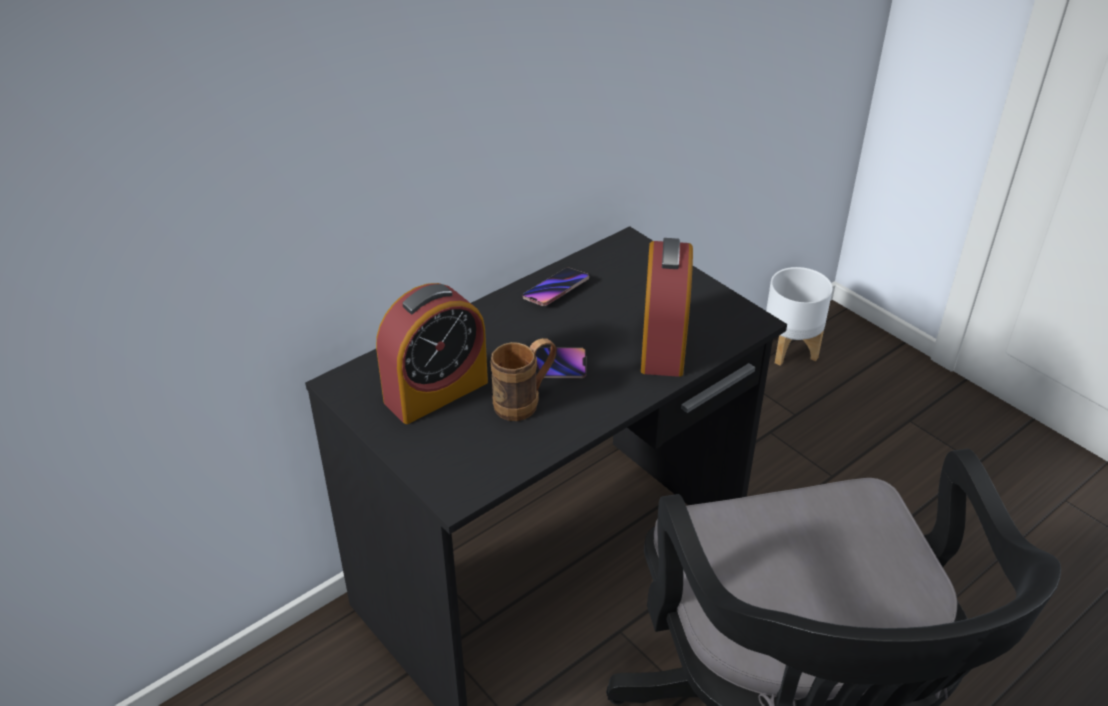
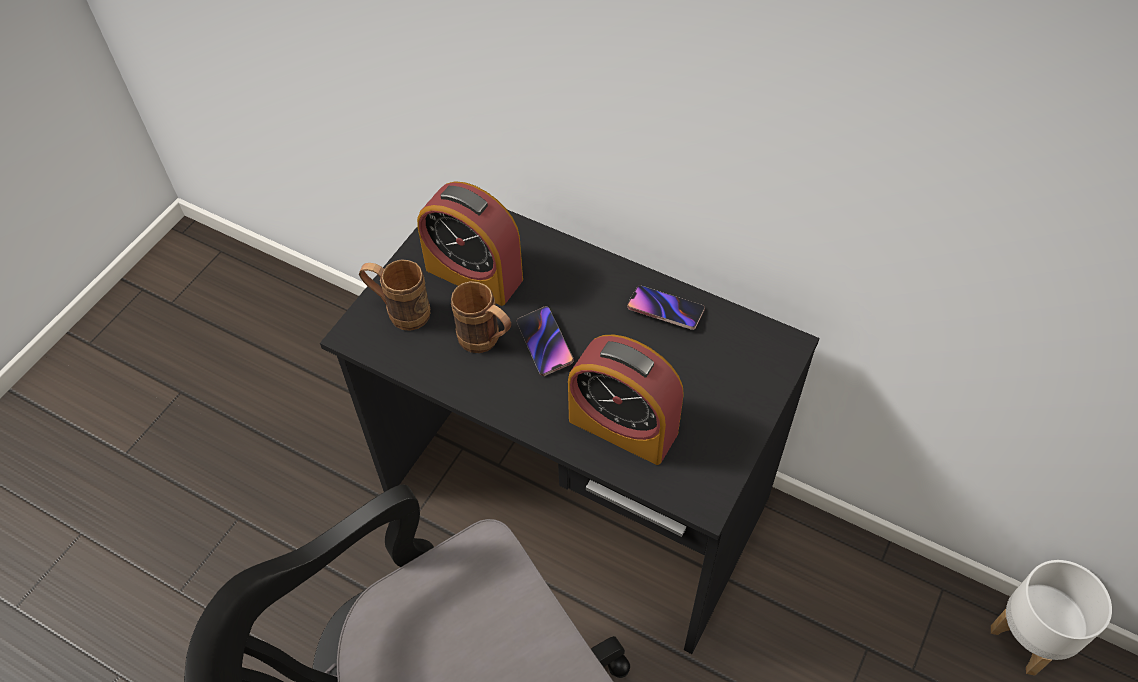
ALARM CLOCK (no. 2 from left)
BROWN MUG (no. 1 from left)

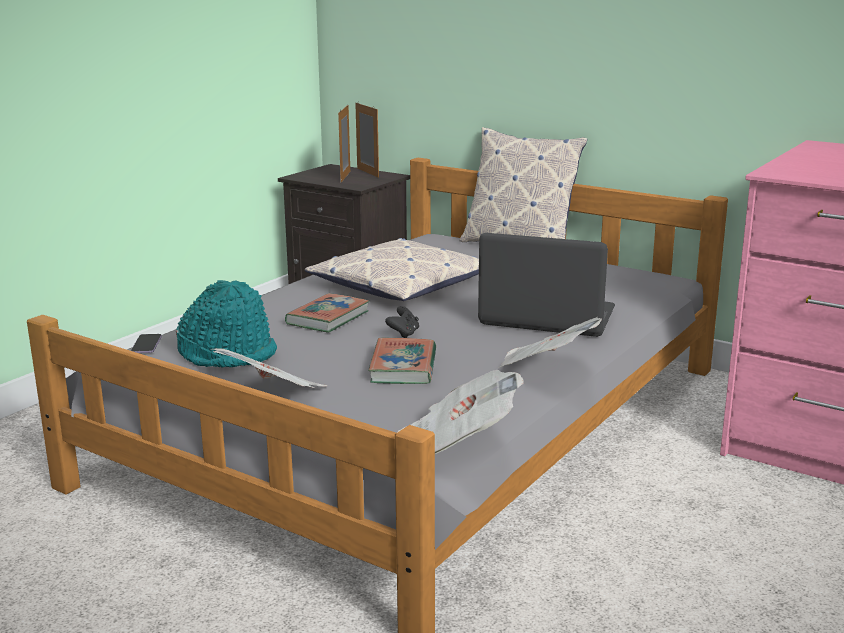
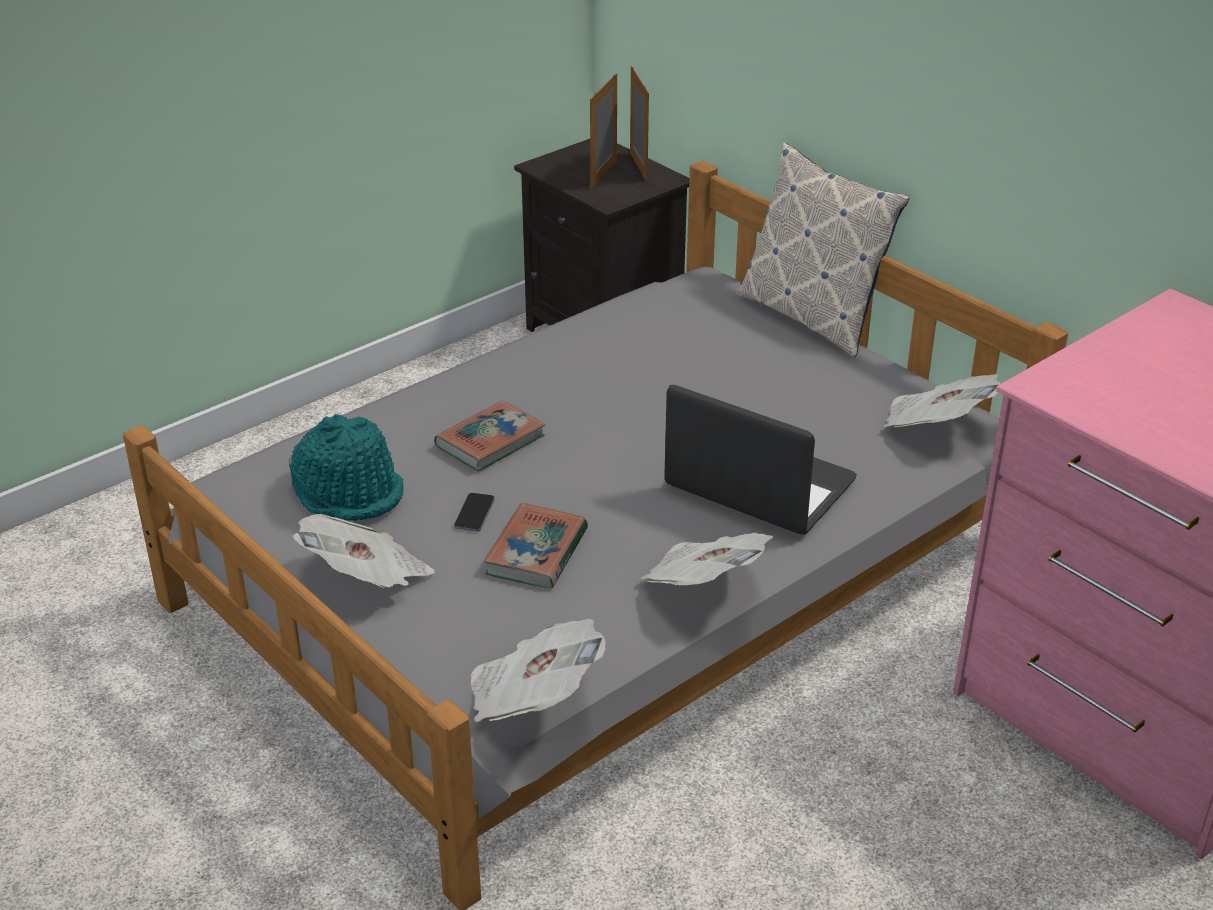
PILLOW (no. 1 from left in the first image)
BLACK GAME CONTROLLER
PHONE
NEWSPAPER (no. 4 from left)

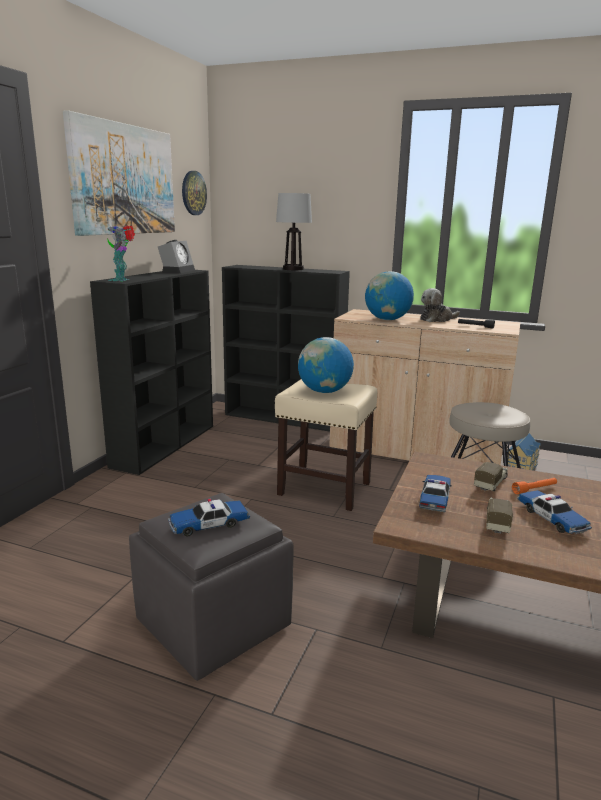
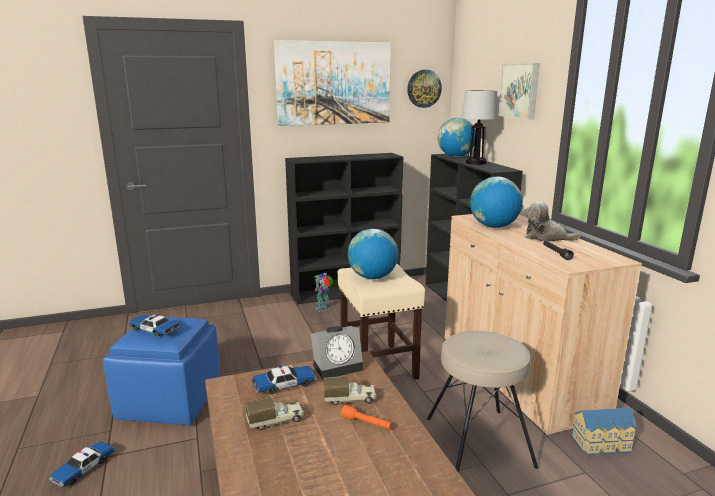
TOY ROBOT
ALARM CLOCK
TOY CAR (no. 1 from left)
BLUE OTTOMAN
PICTURE (no. 2 from left)
GLOBE (no. 2 from left)

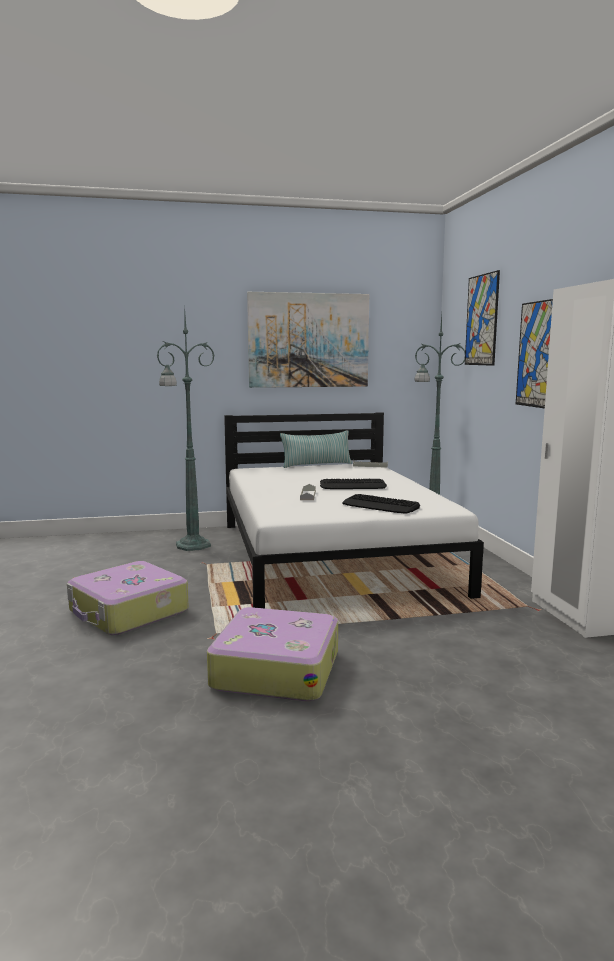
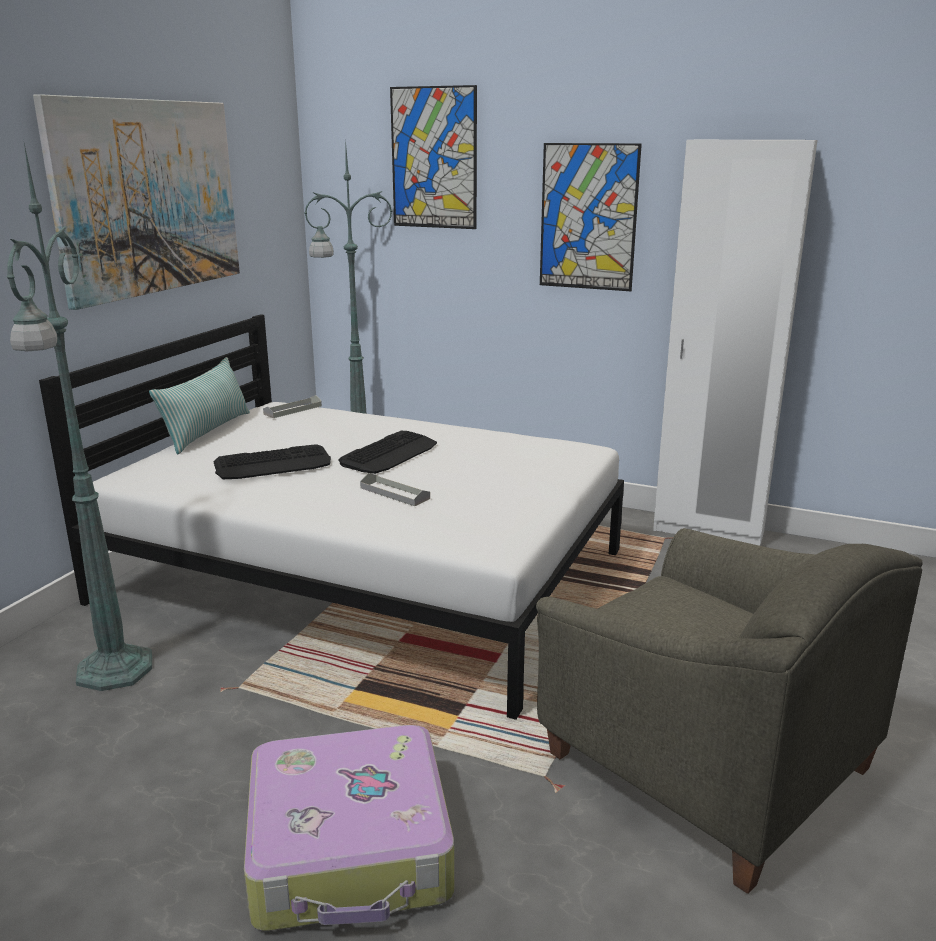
KEYBOARD (no. 1 from left)
GREY ARMCHAIR

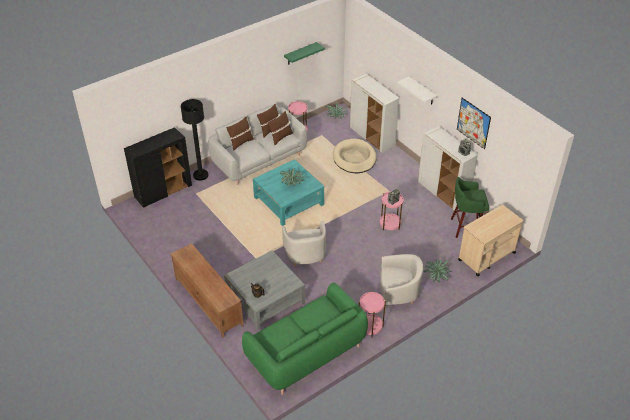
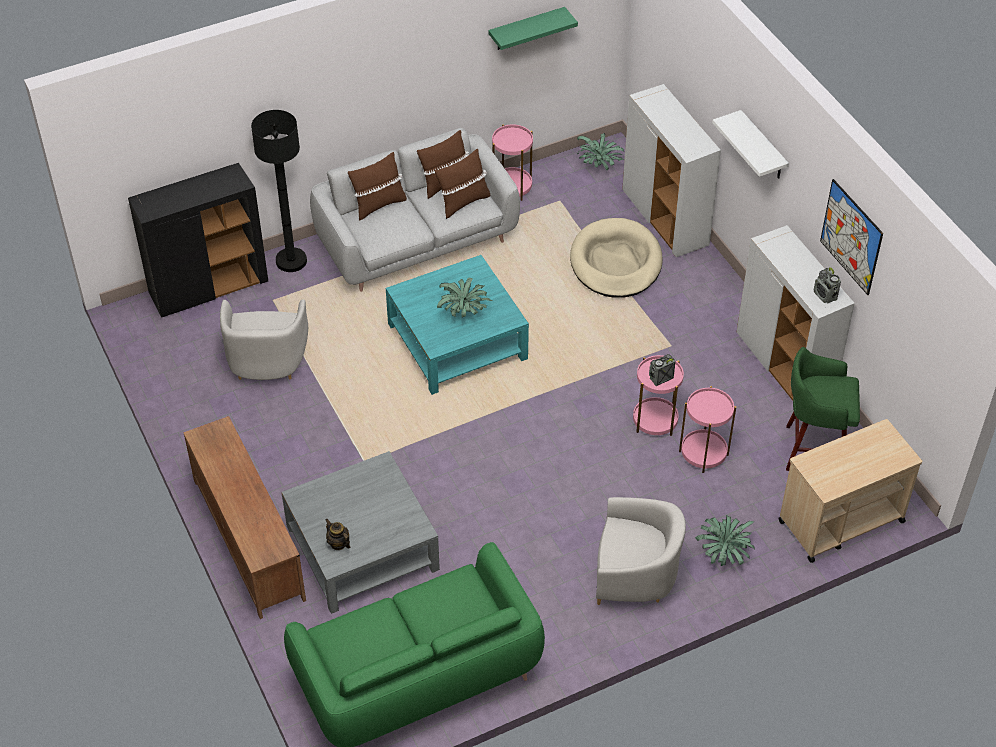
WHITE ARMCHAIR (no. 1 from left)
PINK SIDE TABLE (no. 3 from left)

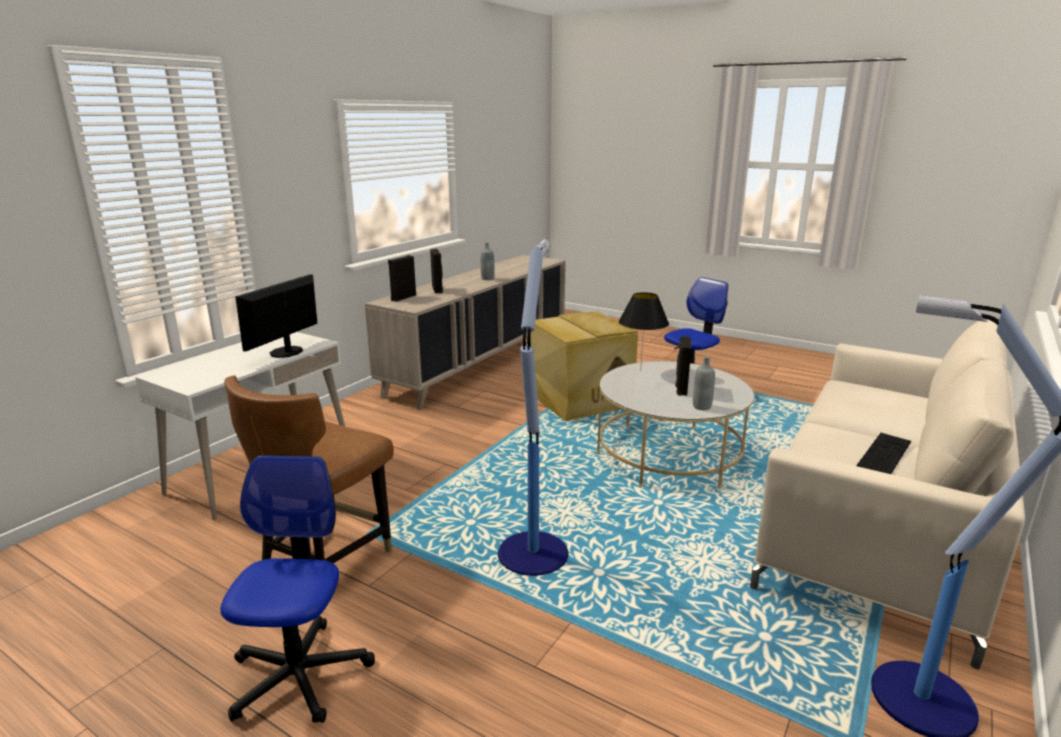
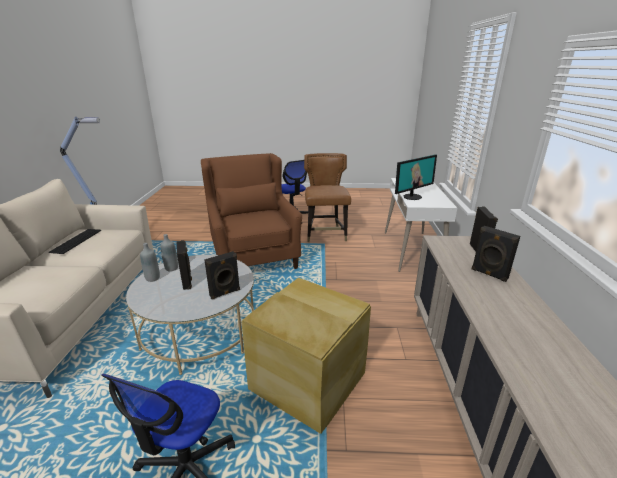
BROWN ARMCHAIR
GREY BOTTLE (no. 1 from left)
MONITOR
BLACK SPEAKER (no. 2 from left)

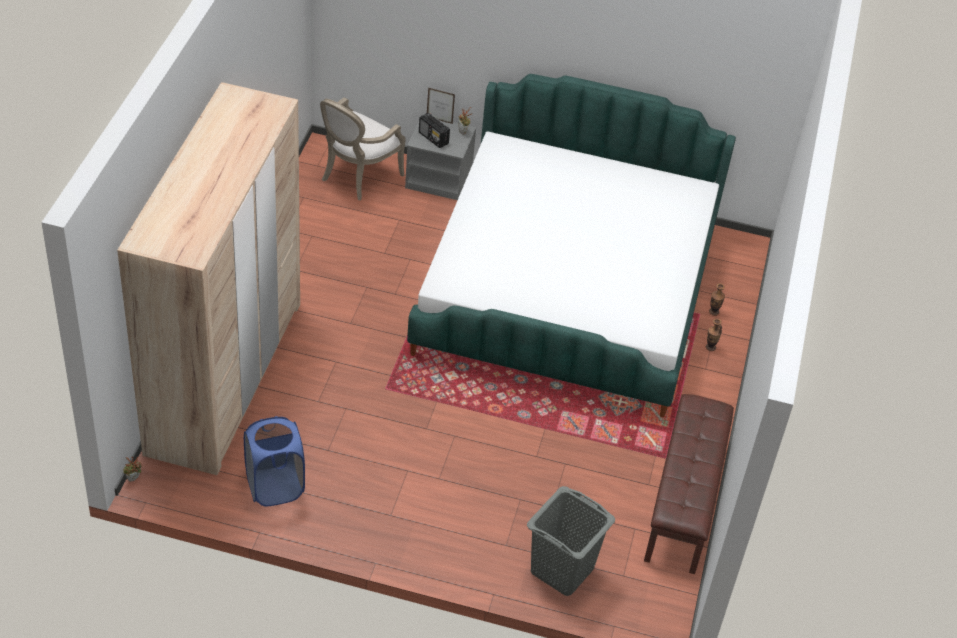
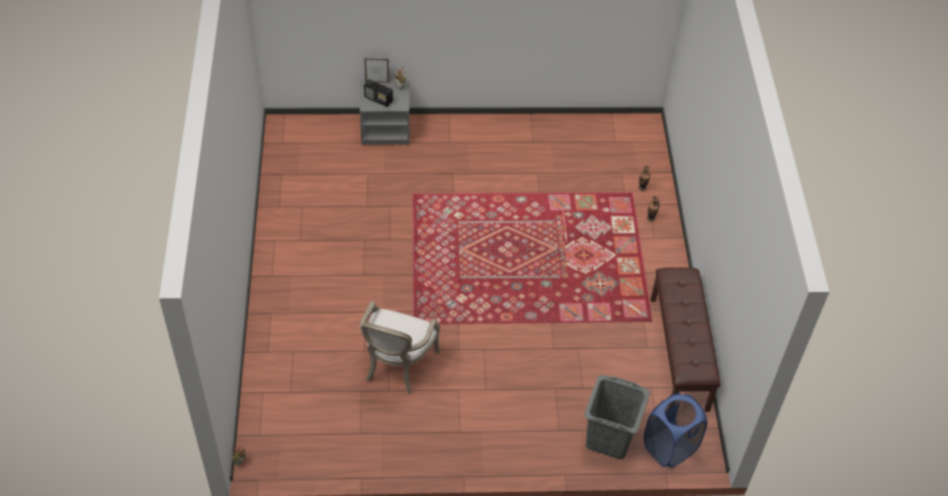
BED
BEIGE WARDROBE
ARMCHAIR
BLUE LAUNDRY BASKET

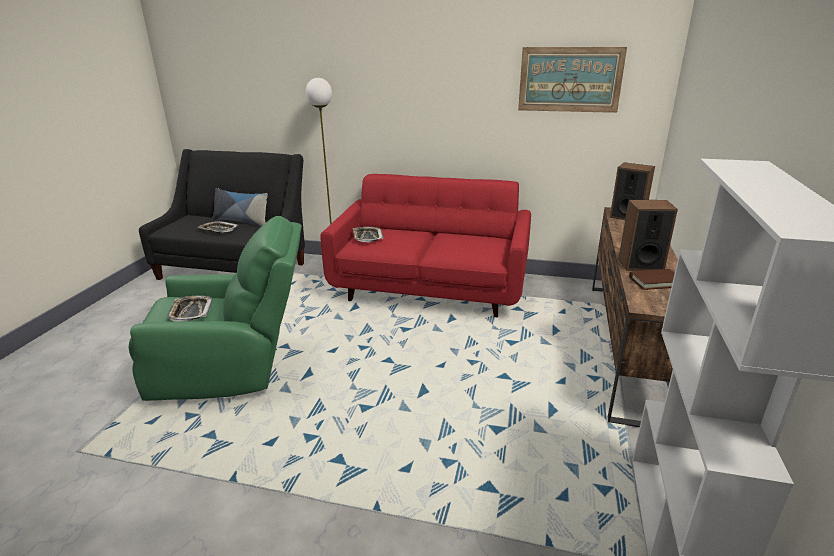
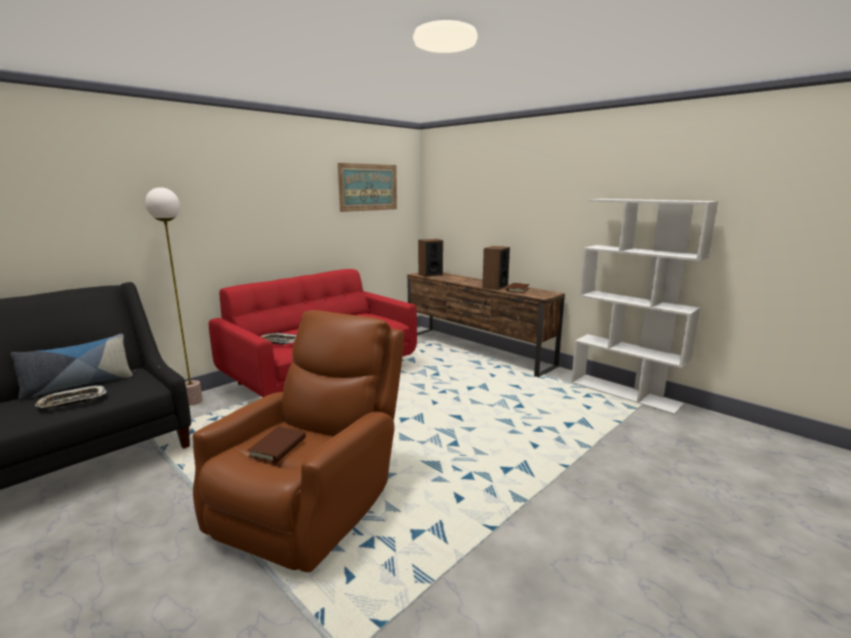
BROWN ARMCHAIR
BROWN BOOK (no. 1 from left)

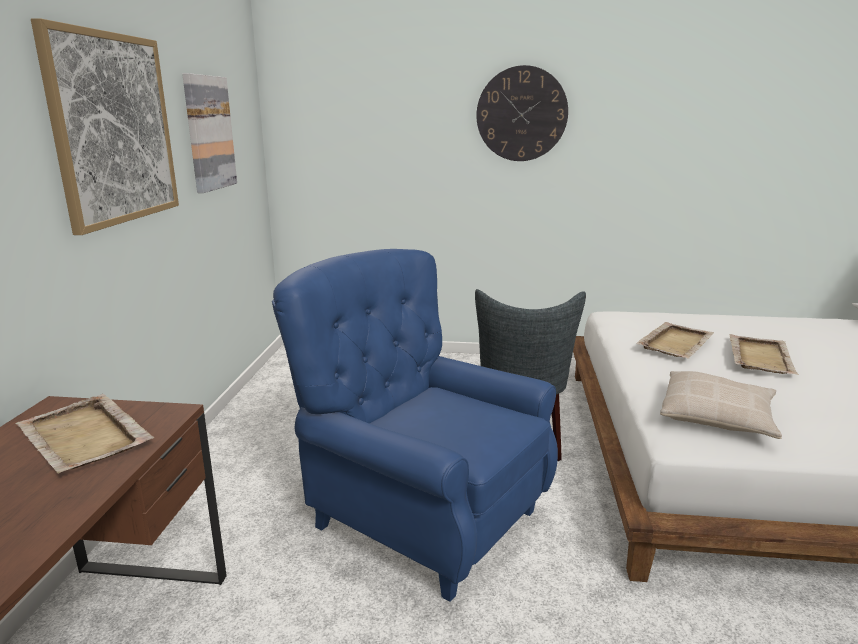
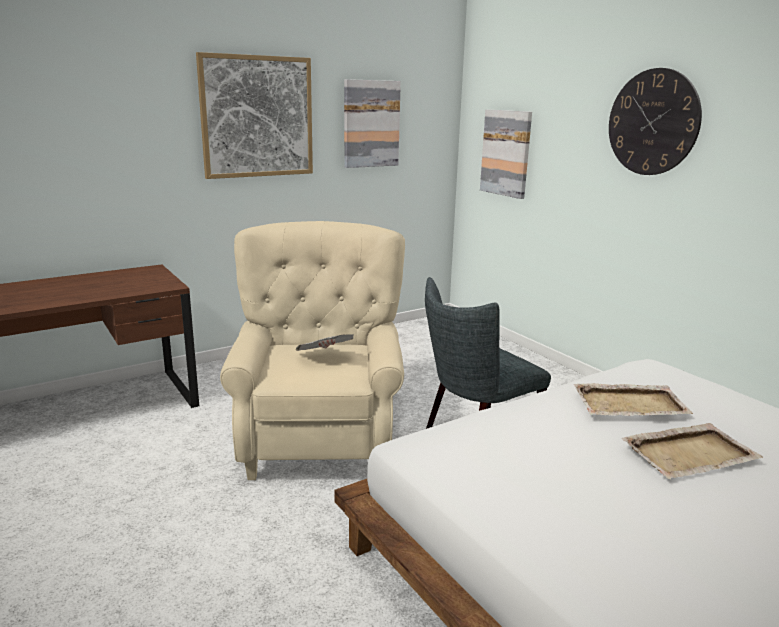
BEIGE ARMCHAIR
BEIGE PILLOW
BEIGE TRAY (no. 1 from left in the first image)
PICTURE (no. 3 from left)
NEWSPAPER

